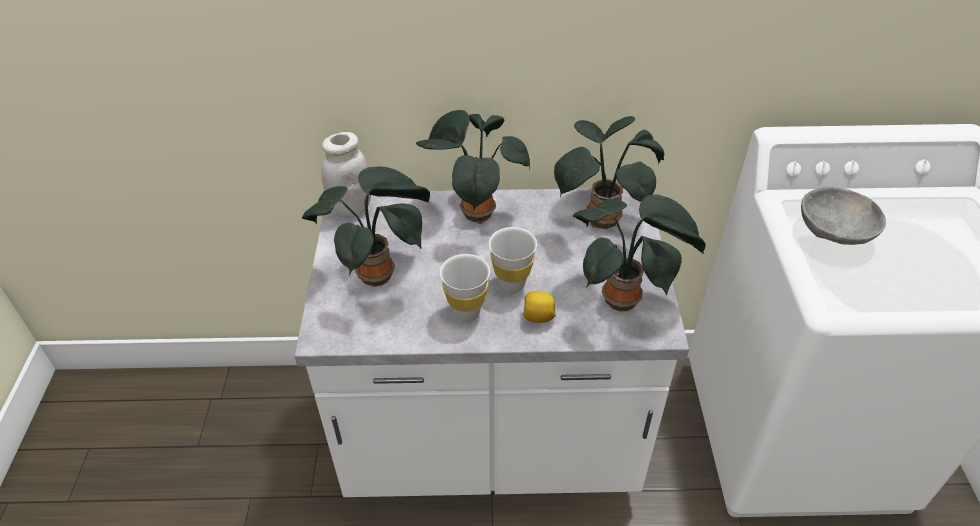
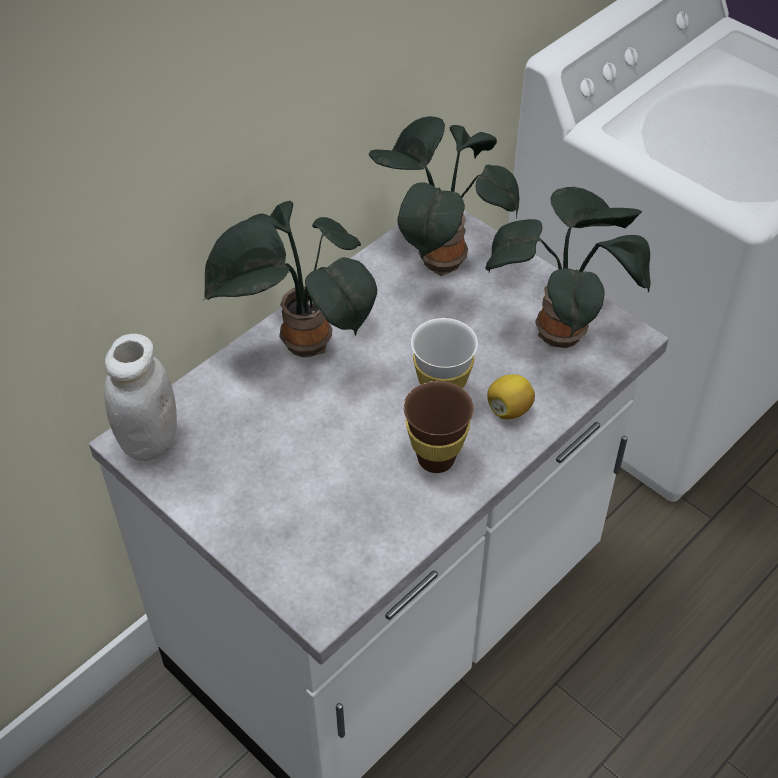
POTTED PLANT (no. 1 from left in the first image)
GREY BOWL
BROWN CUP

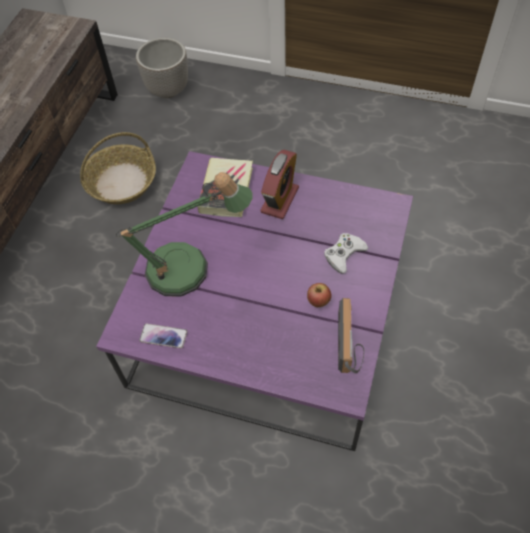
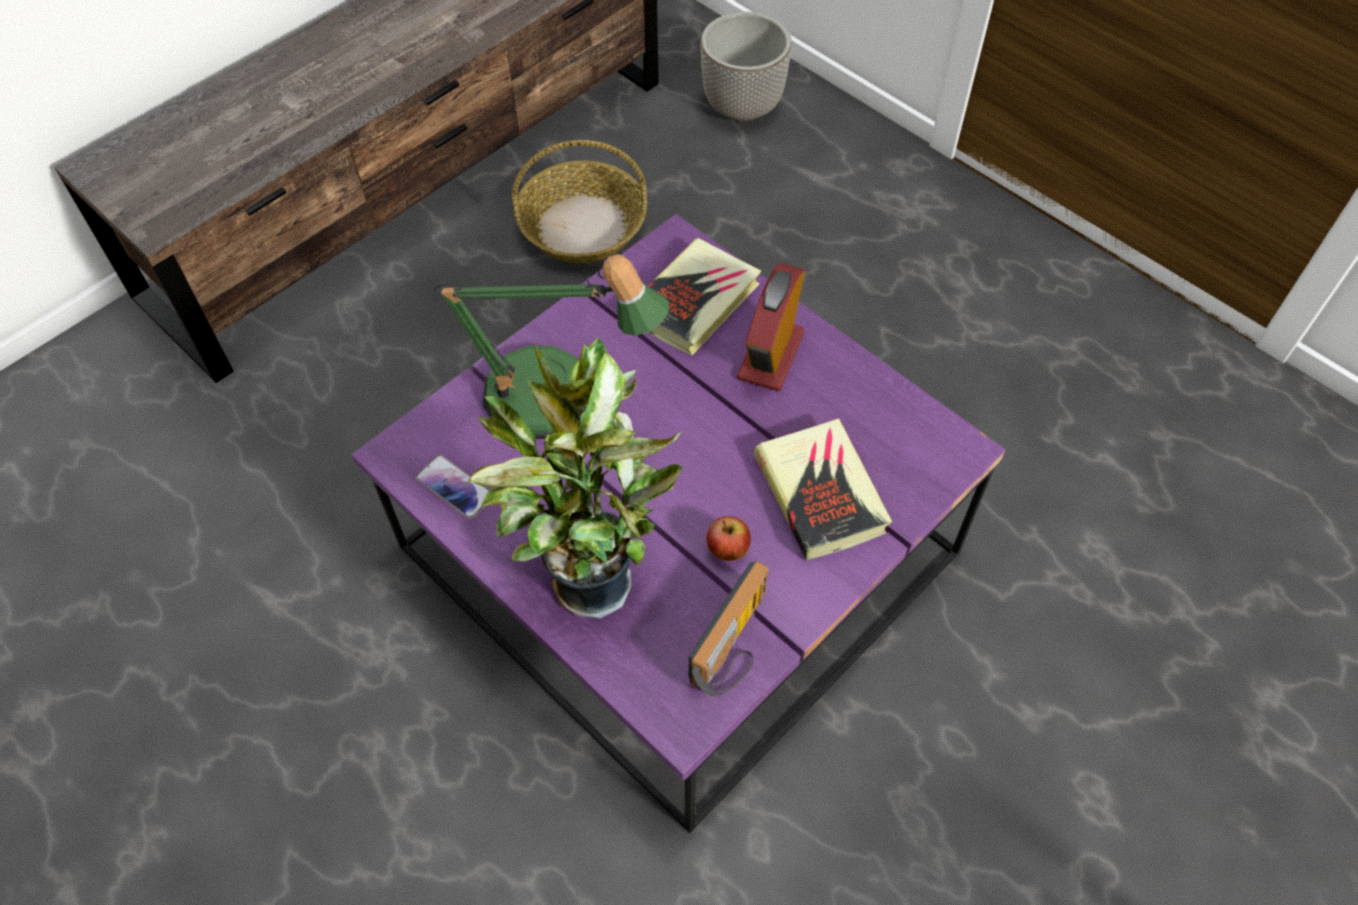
ALARM CLOCK
BOOK (no. 2 from left)
POTTED PLANT

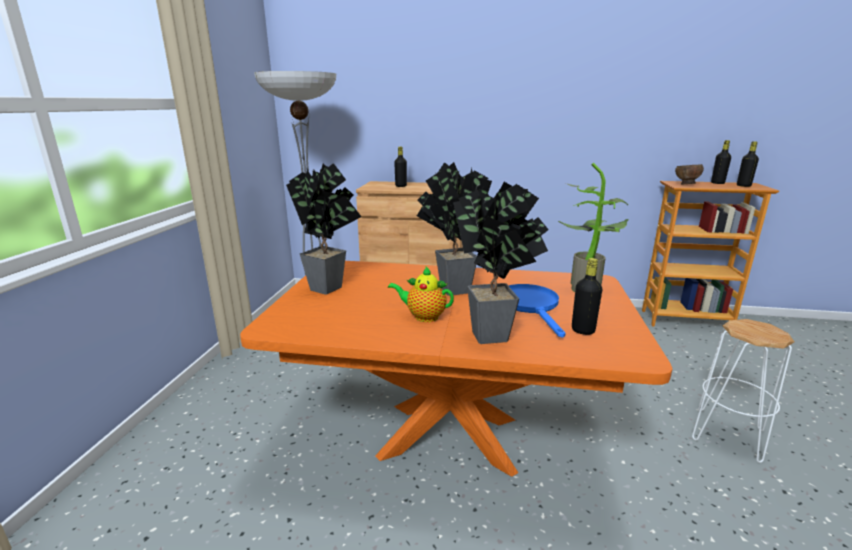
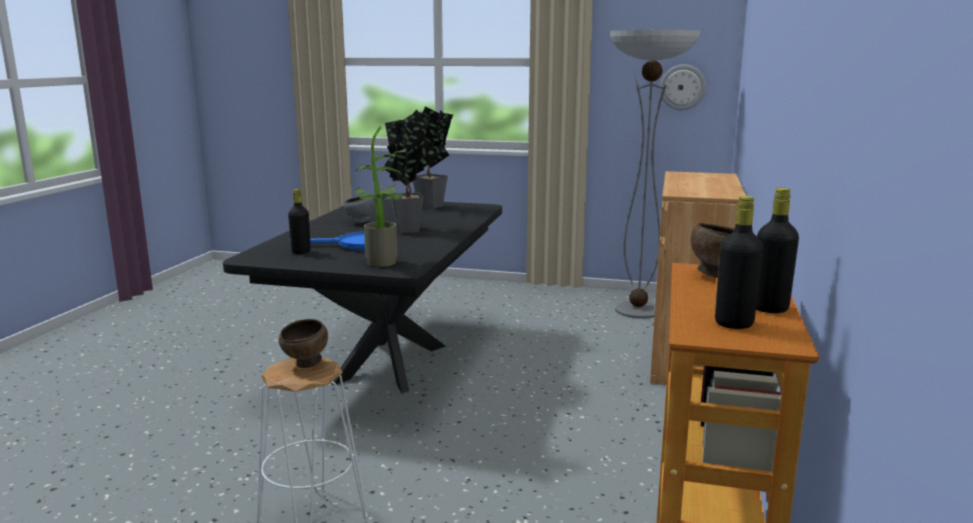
BLACK BOTTLE (no. 1 from left in the first image)
POTTED PLANT (no. 3 from left in the first image)
BLACK DINING TABLE
GREY BOWL
WALL CLOCK
BROWN BOWL (no. 1 from left)

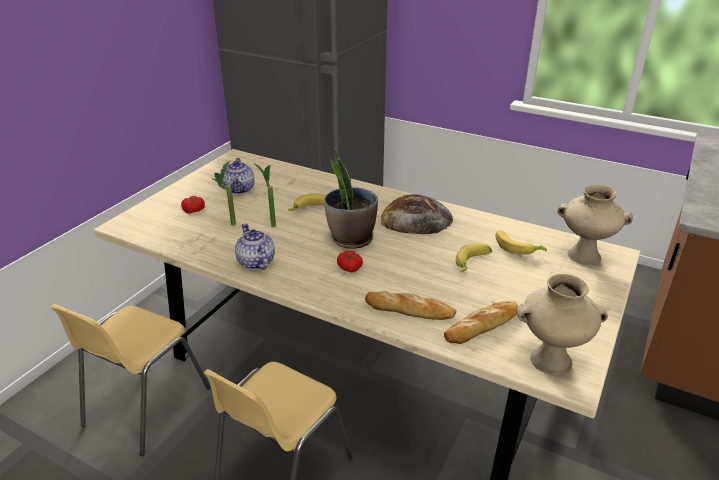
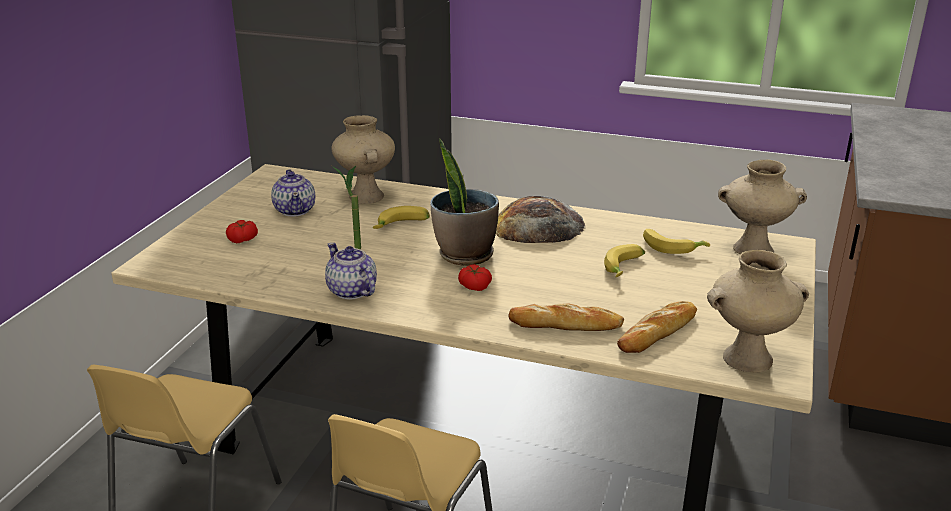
POTTED PLANT (no. 1 from left in the first image)
BEIGE VASE (no. 1 from left)

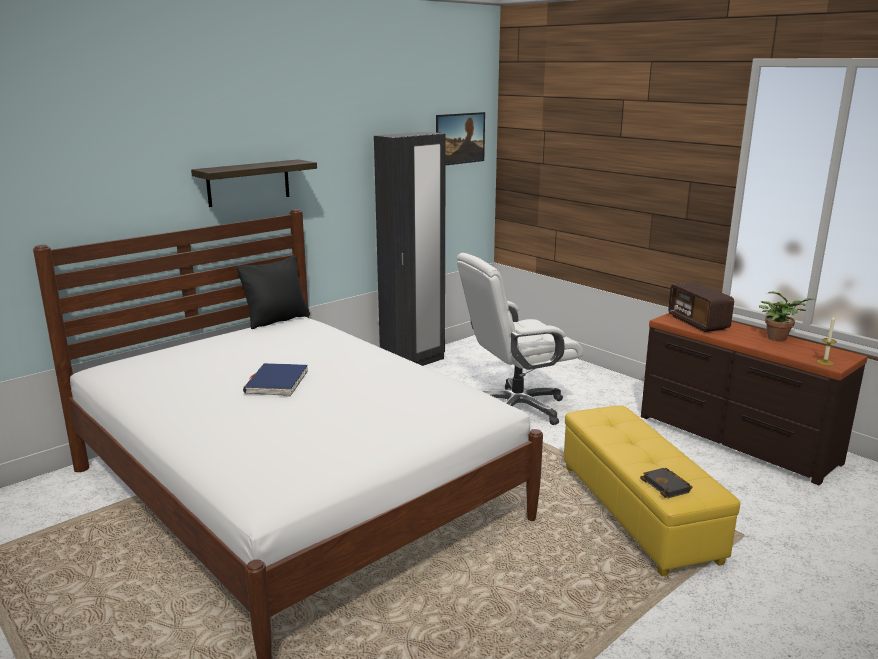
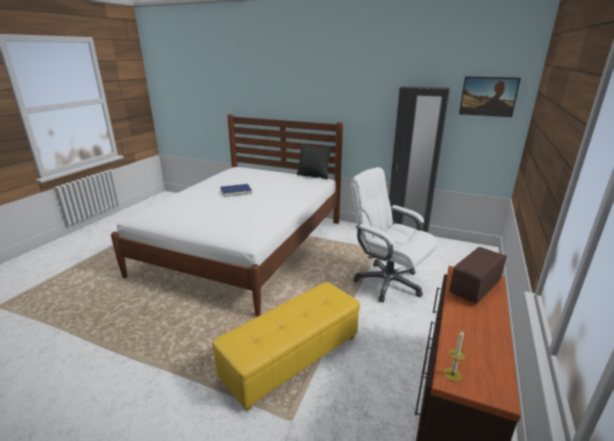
SHELF
POTTED PLANT
BLACK BOOK

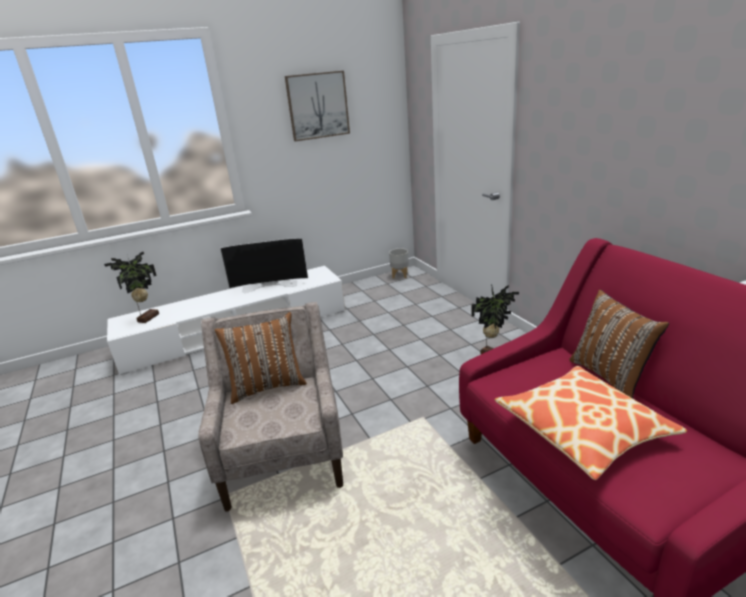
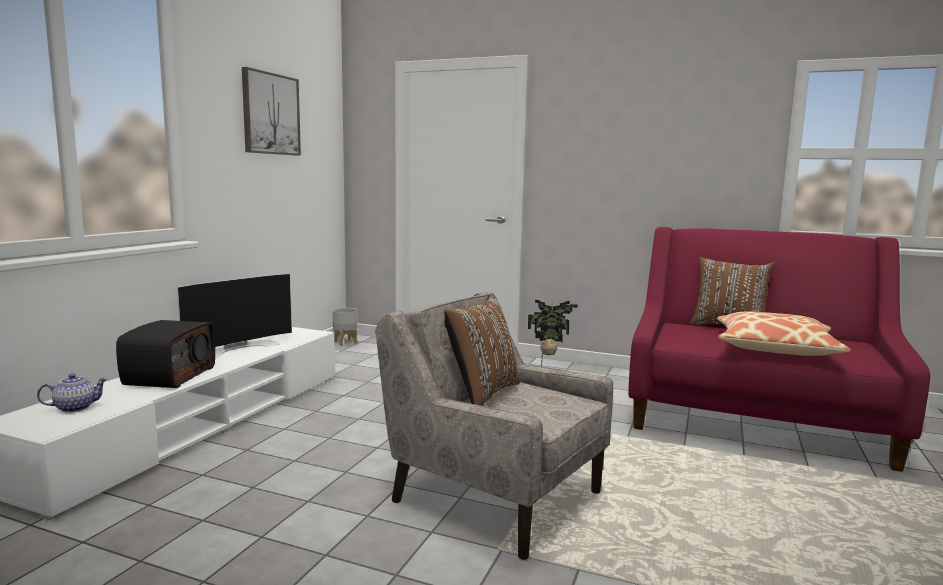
TEAPOT
RADIO

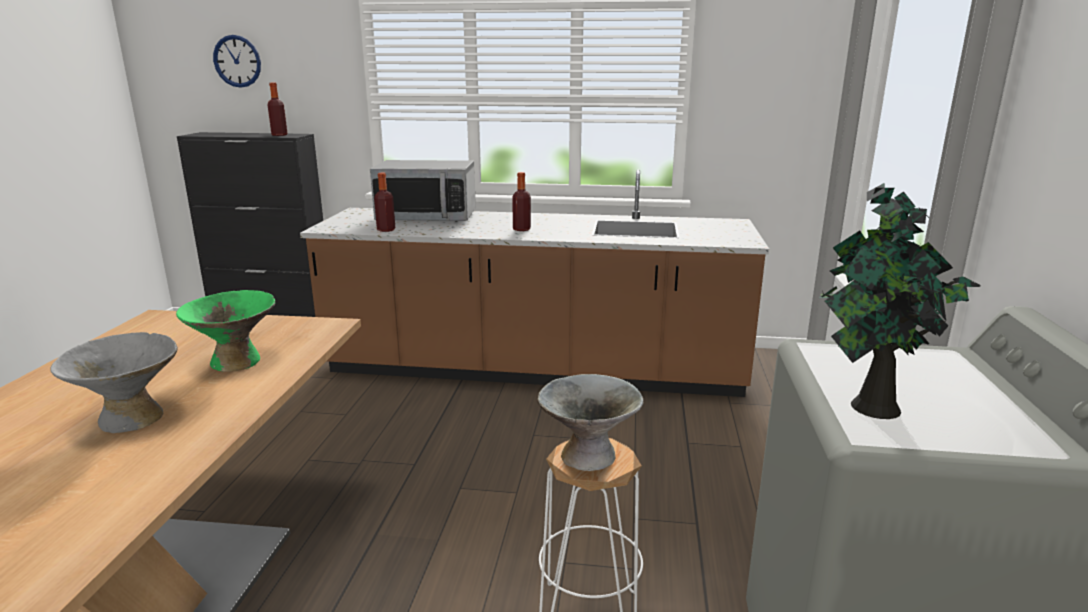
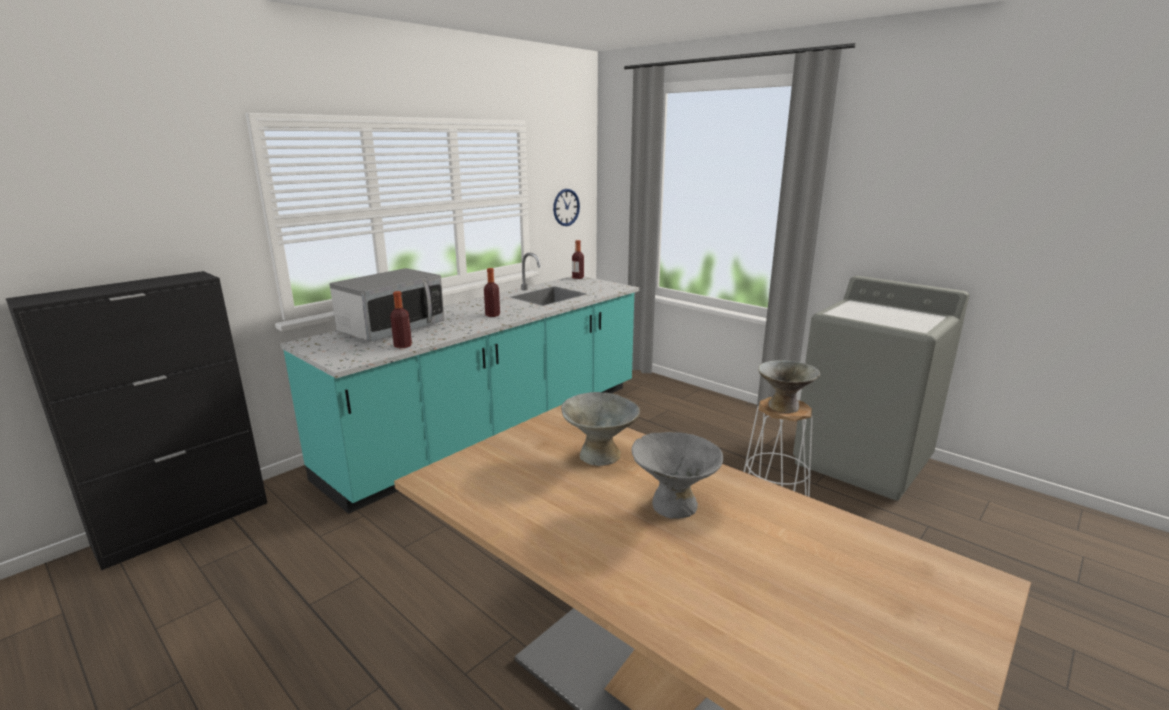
WALL CLOCK
BOTTLE (no. 3 from left)
TURQUOISE COUNTER
POTTED PLANT
GREY BOWL (no. 1 from left)

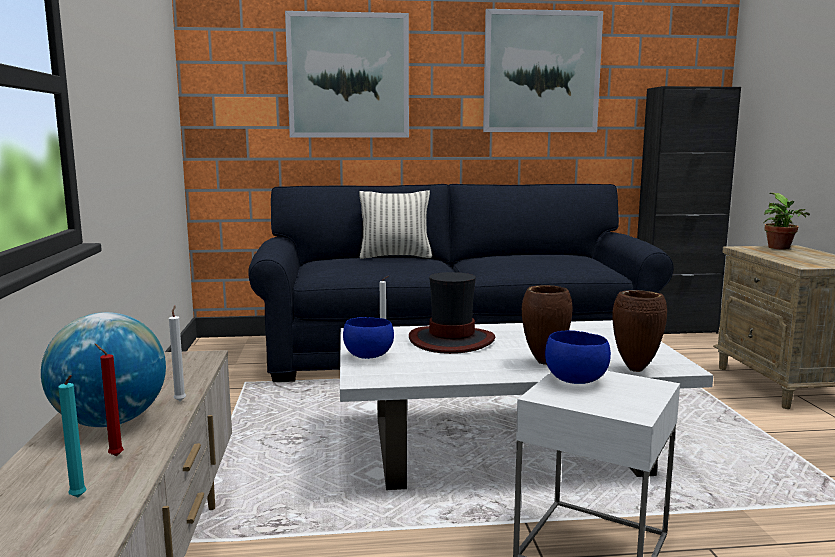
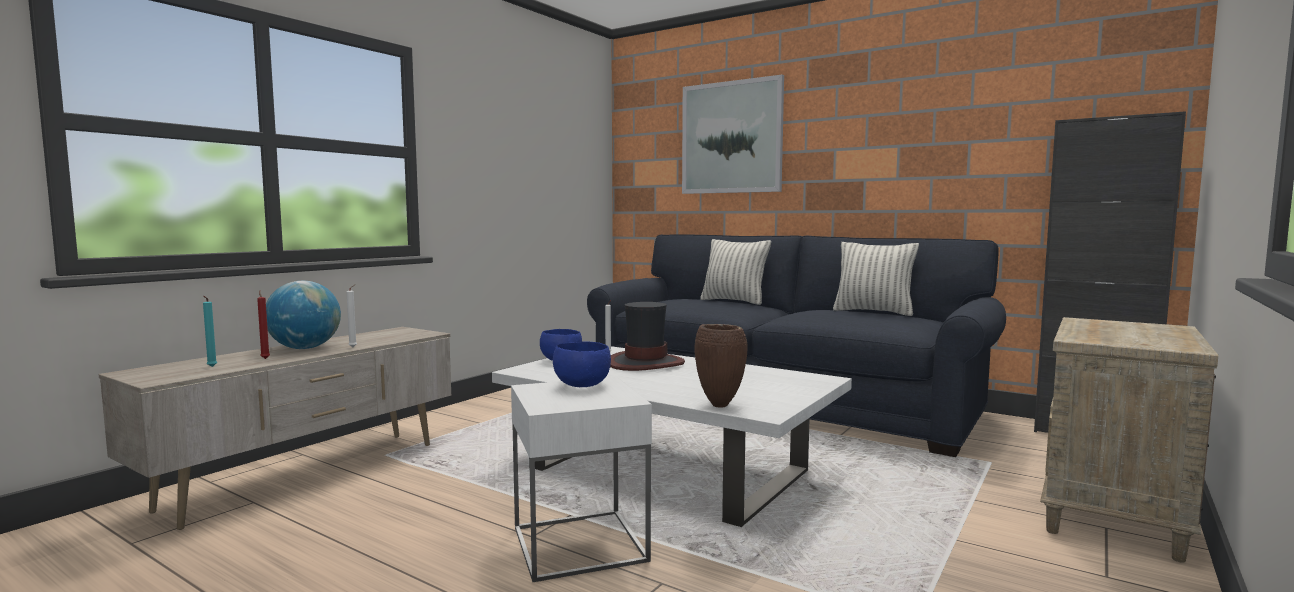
PICTURE (no. 2 from left in the first image)
POTTED PLANT
BROWN VASE (no. 1 from left in the first image)
PILLOW (no. 2 from left)

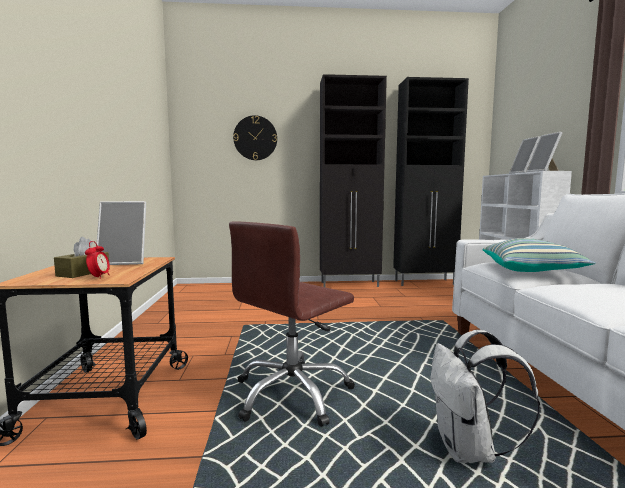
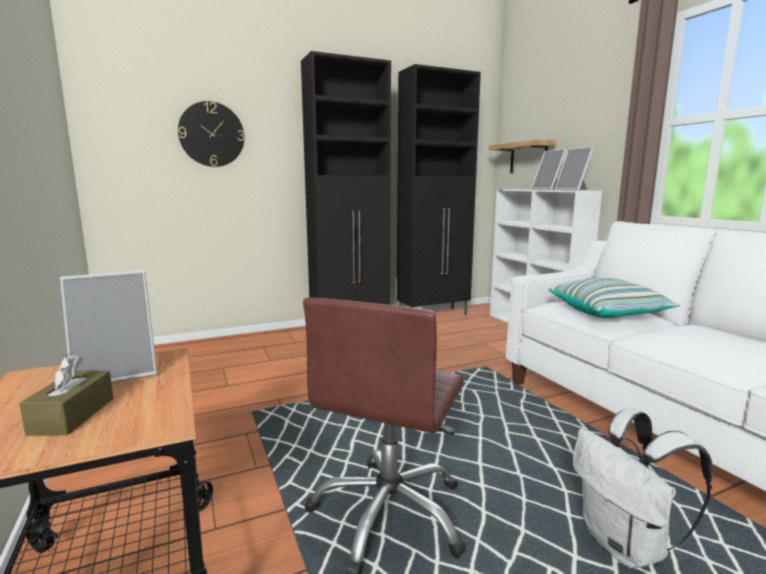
ALARM CLOCK
SHELF

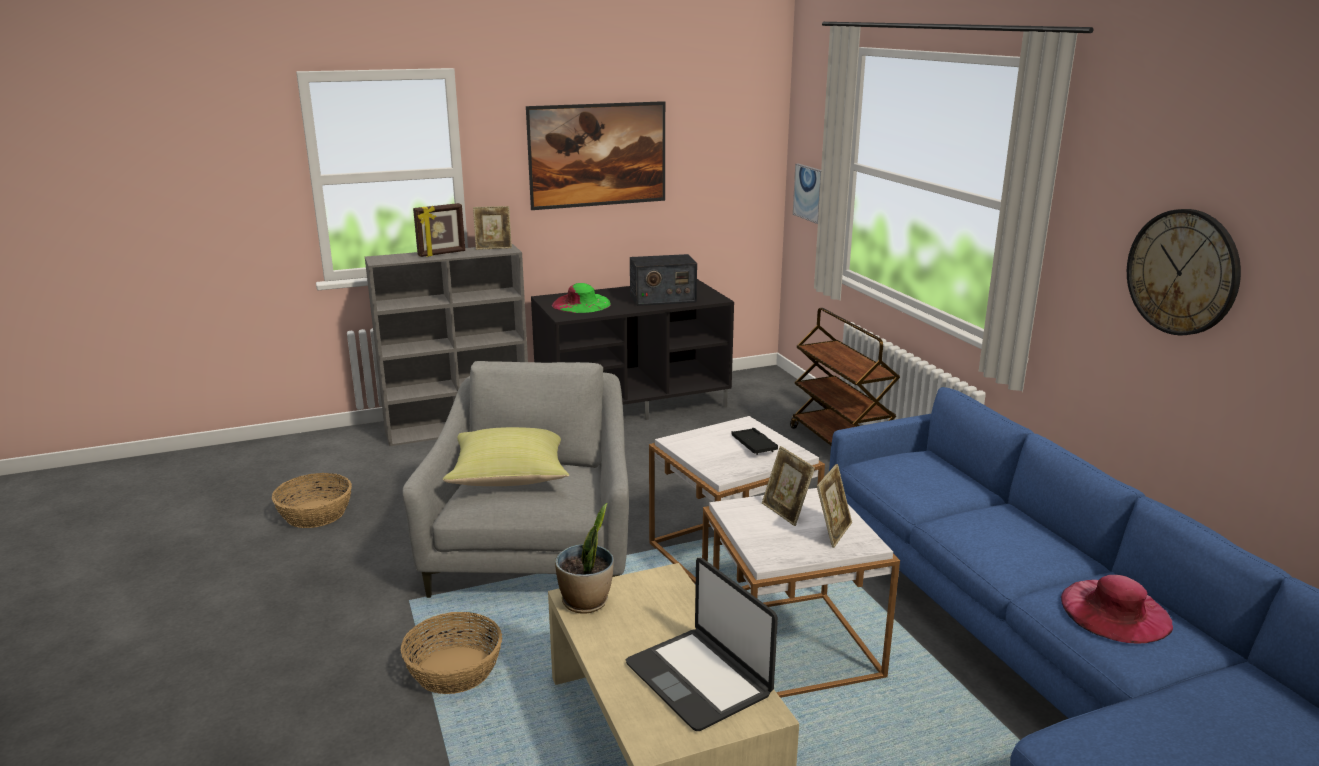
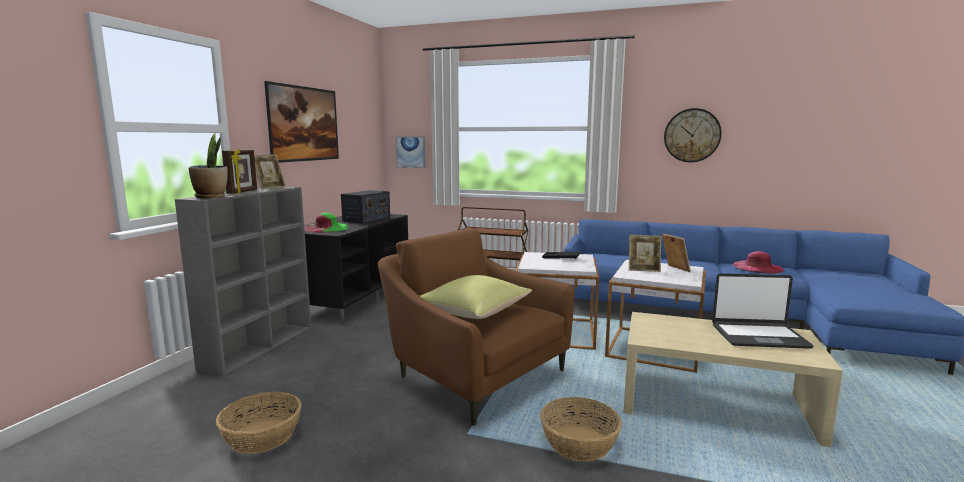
BROWN ARMCHAIR
POTTED PLANT

